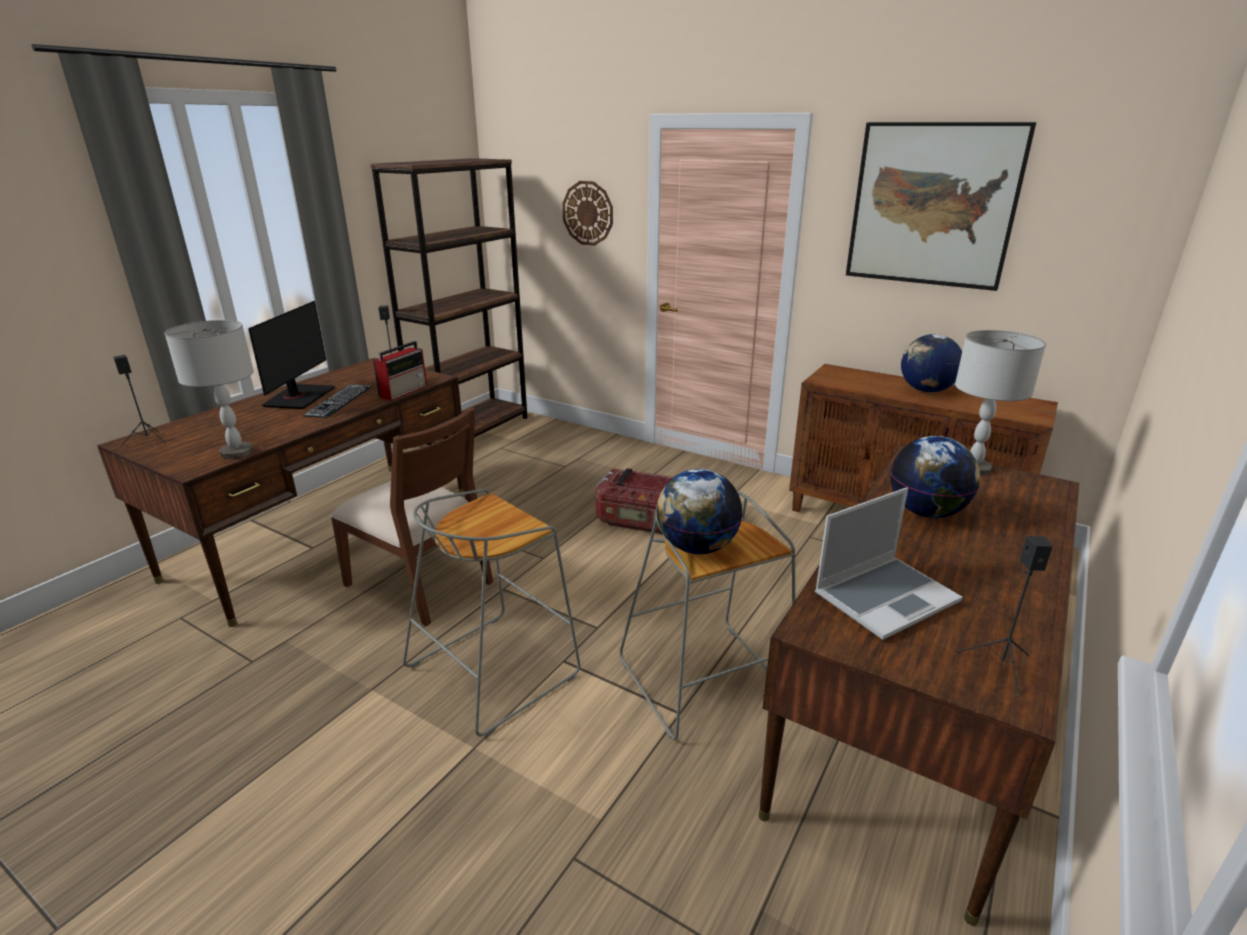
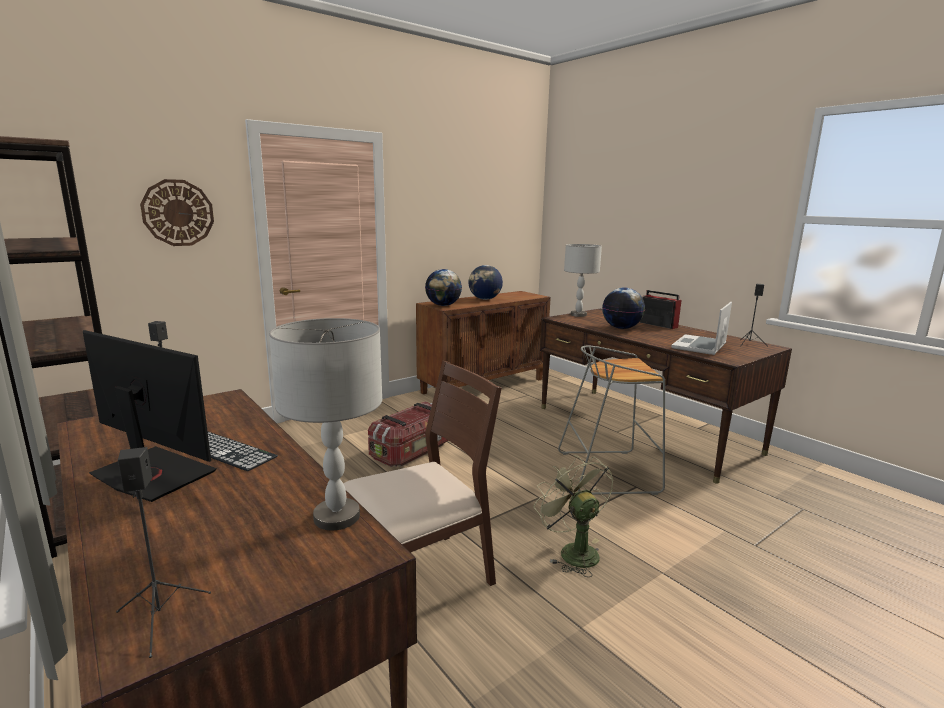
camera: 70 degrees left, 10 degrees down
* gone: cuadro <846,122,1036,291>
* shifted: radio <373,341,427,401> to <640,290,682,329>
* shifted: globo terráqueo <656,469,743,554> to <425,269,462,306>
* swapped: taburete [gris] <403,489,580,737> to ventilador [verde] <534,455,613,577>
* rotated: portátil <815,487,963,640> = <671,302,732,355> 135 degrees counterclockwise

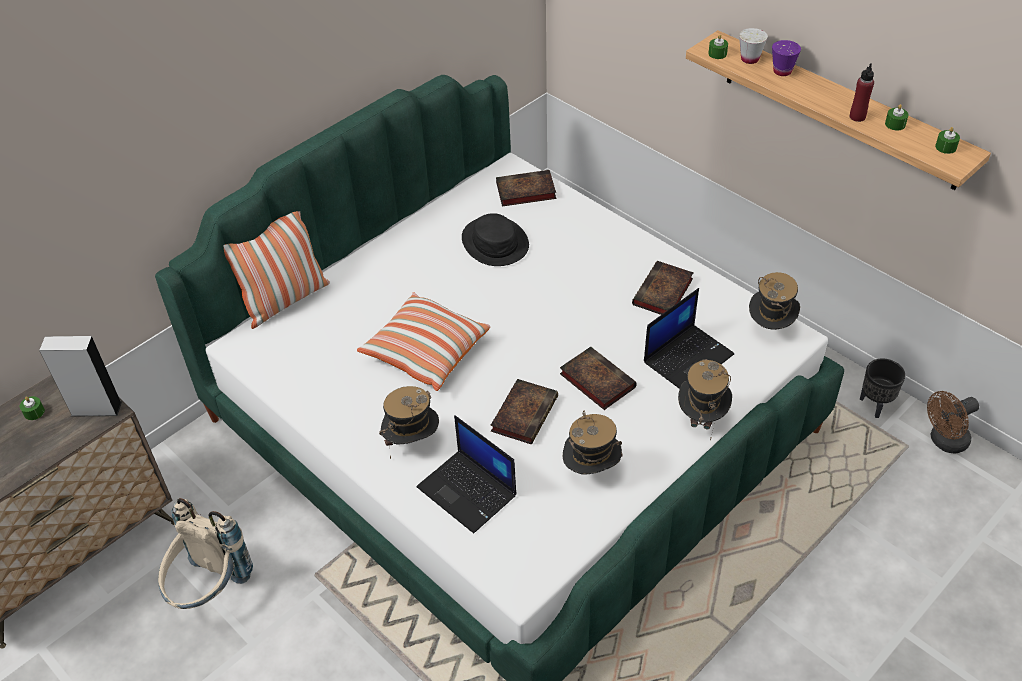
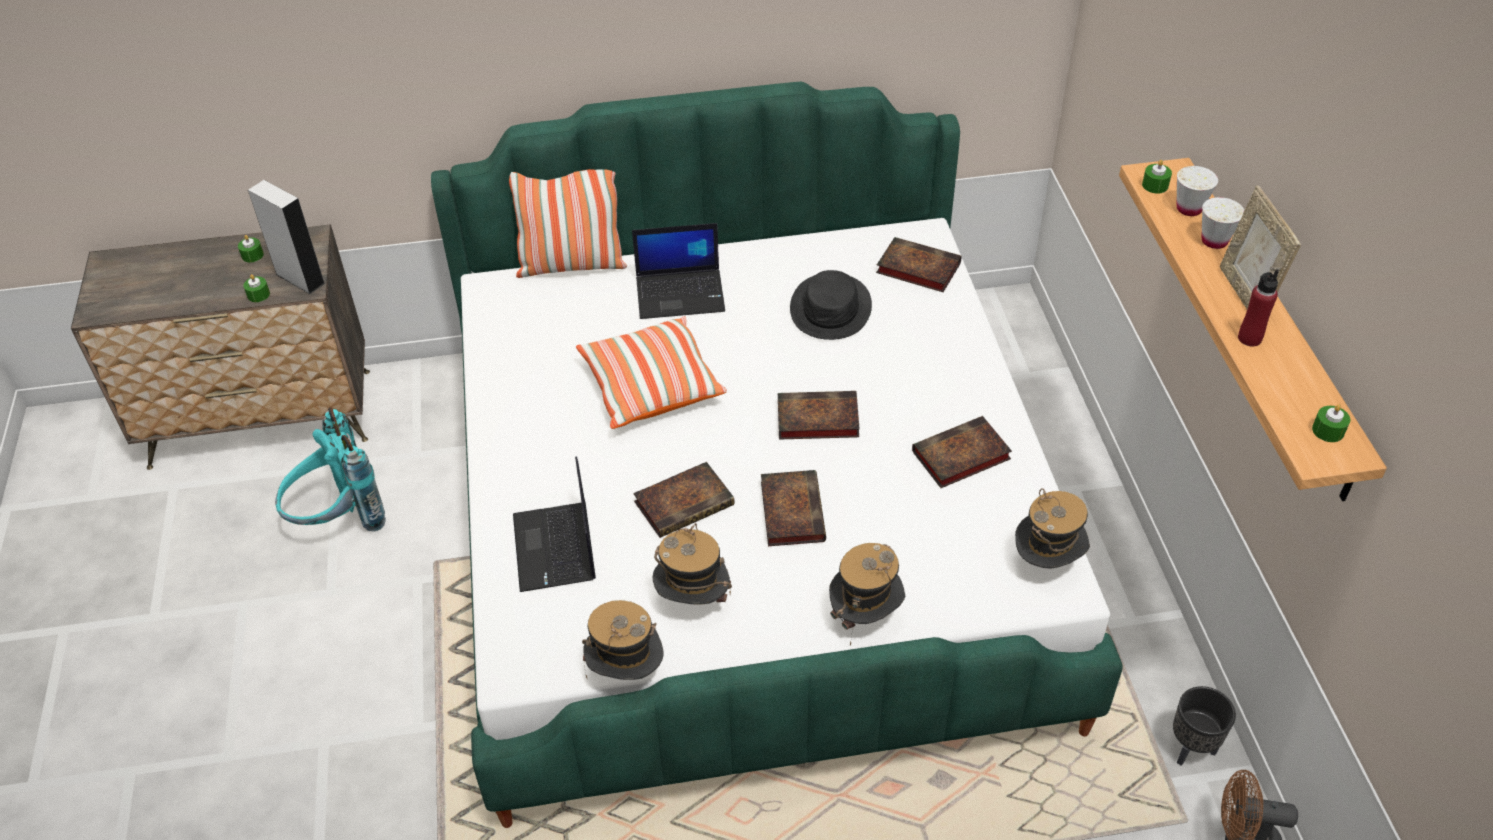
camera: 35 degrees right, 0 degrees up
* new: libro <778,391,860,440>
* new: portarretratos <1220,186,1301,309>
* shifted: sombrero <379,386,439,459> to <582,600,664,680>
* shifted: portátil <644,288,734,389> to <632,223,725,319>
* shifted: vela [verde] <885,104,909,131> to <243,274,270,302>
* repainted: mochila [beis] <158,498,253,609> to mochila [turquesa] <275,407,386,532>
* repainted: taza [morado] <772,40,801,76> to taza [blanco] <1202,197,1245,249>

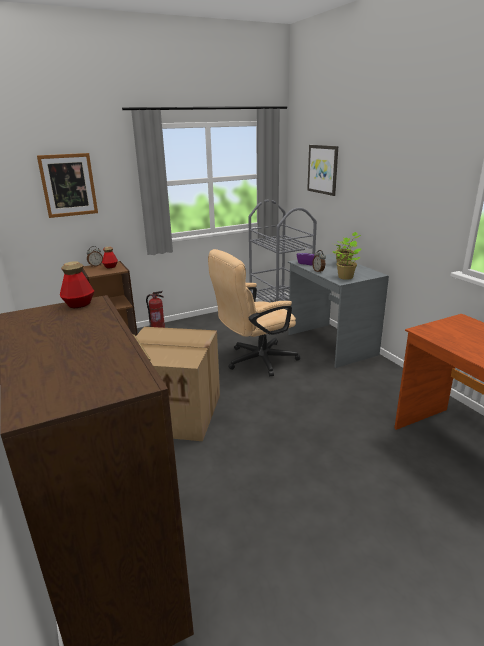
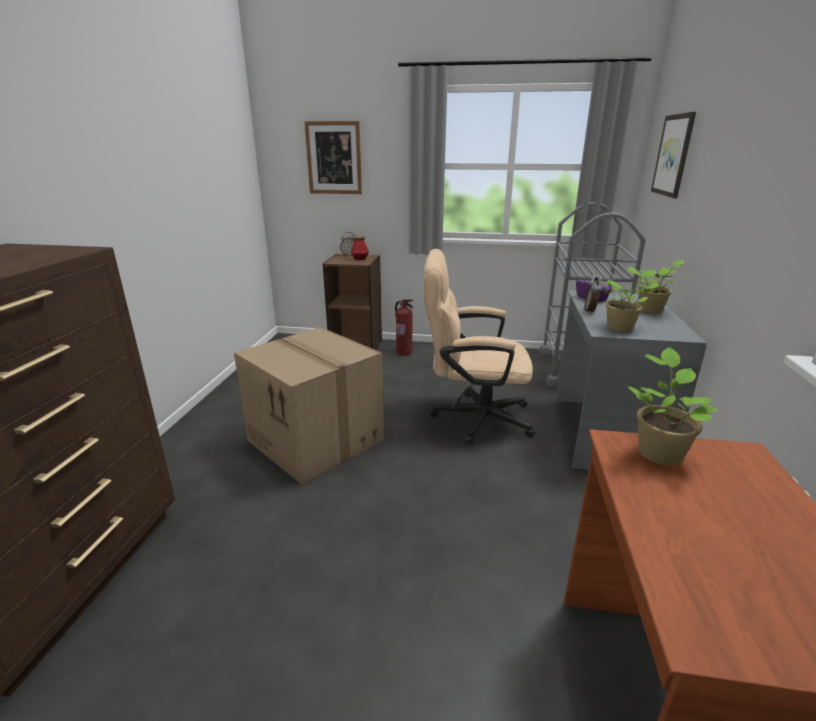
camera: 35 degrees right, 0 degrees up
* gone: botella <60,261,94,308>
* new: planta en maceta <628,347,718,465>

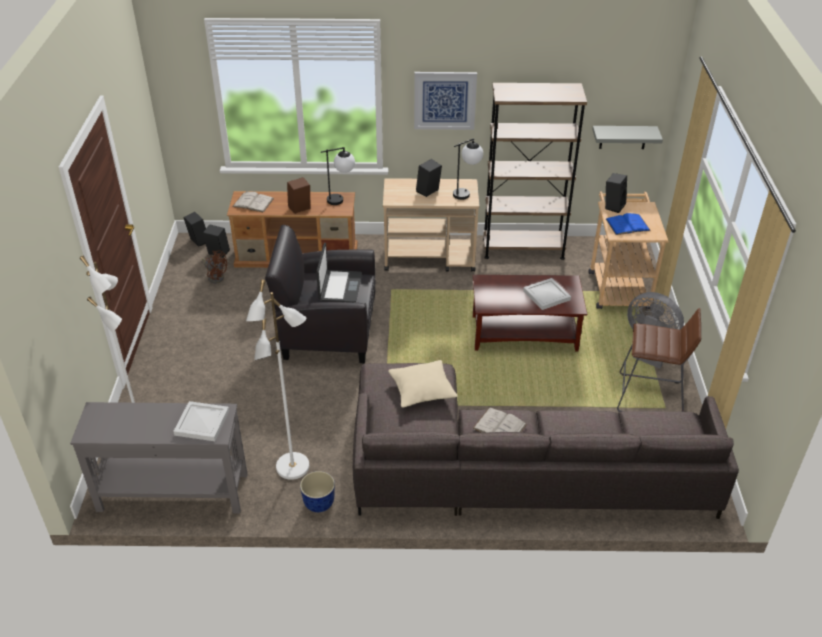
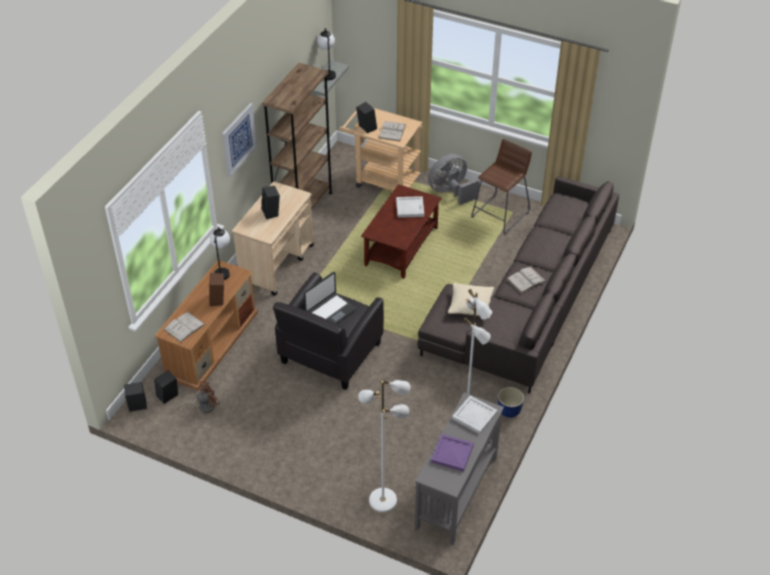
camera: 65 degrees left, 5 degrees up
* new: bandeja [morado] <431,434,474,472>
* shifted: lámpara de mesa <453,138,483,200> to <317,28,336,80>
* repainted: libro [azul] <606,213,651,235> to libro [blanco] <379,121,406,142>
* rotated: portátil <316,243,362,302> = <304,272,357,324> 105 degrees clockwise

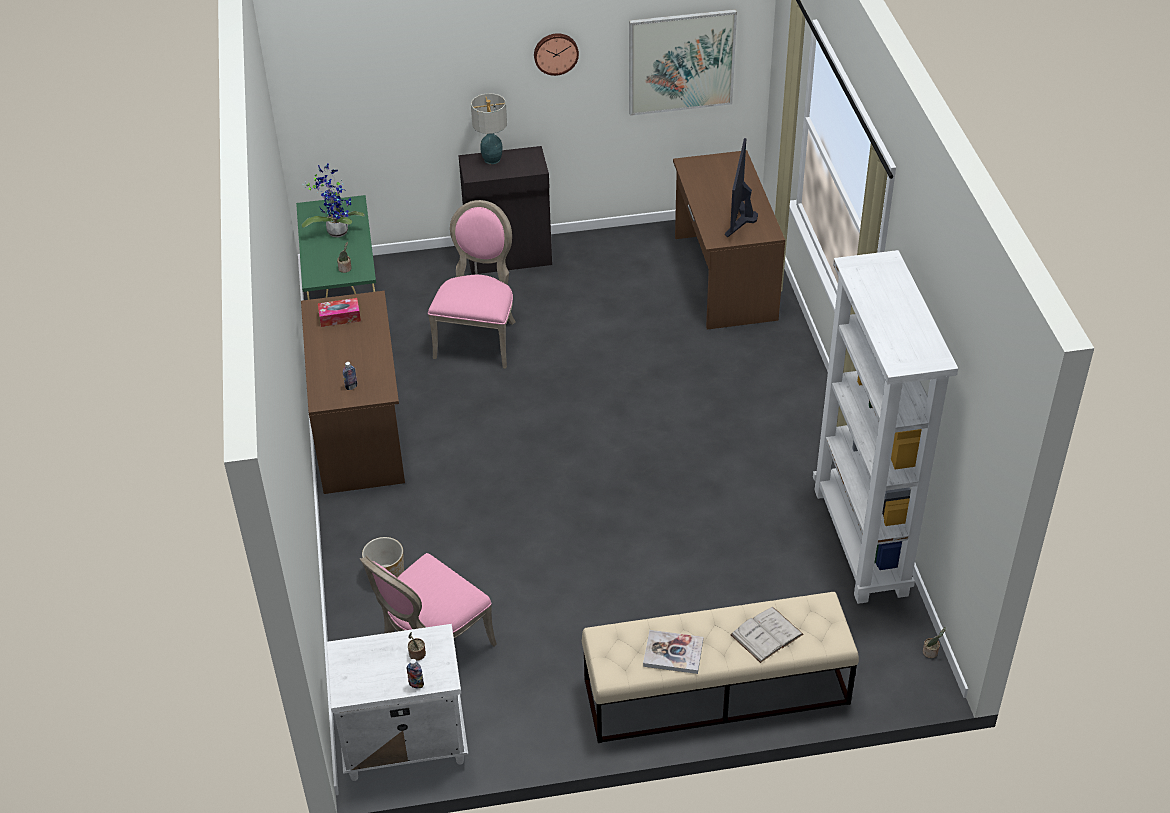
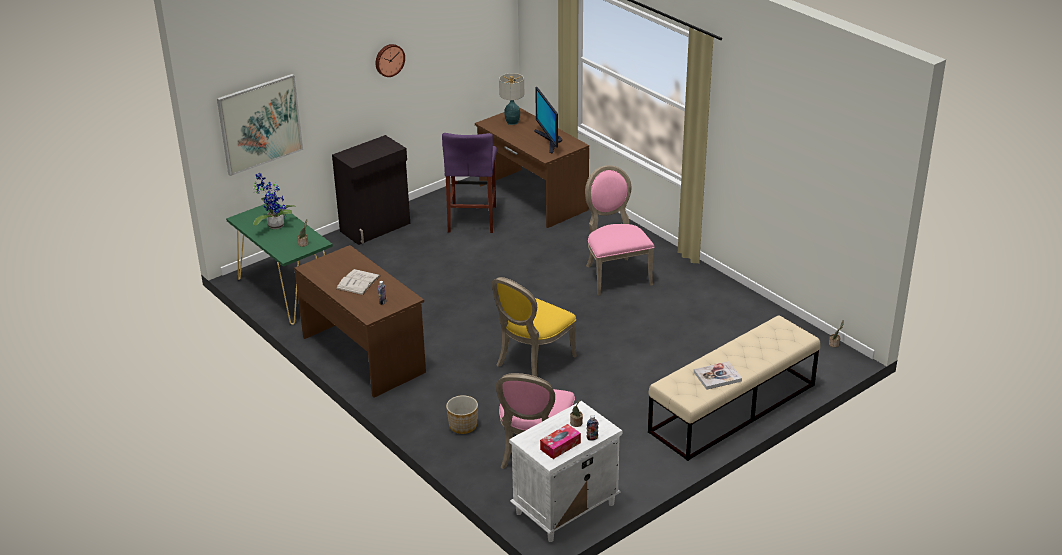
camera: 30 degrees left, 10 degrees down
* gone: estantería [blanco] <813,250,958,604>
* new: taburete [morado] <442,133,497,233>
* new: silla [amarillo] <492,277,577,377>
* shifted: caja de pañuelos <318,298,361,327> to <540,424,581,459>
* shifted: silla [rosa] <428,200,516,369> to <585,165,655,296>
* shifted: lámpara de mesa <471,93,507,164> to <499,73,524,125>
* shifted: cuadro <629,9,737,116> to <217,74,303,176>
* shifted: libro [blanco] <730,607,803,663> to <336,269,381,295>

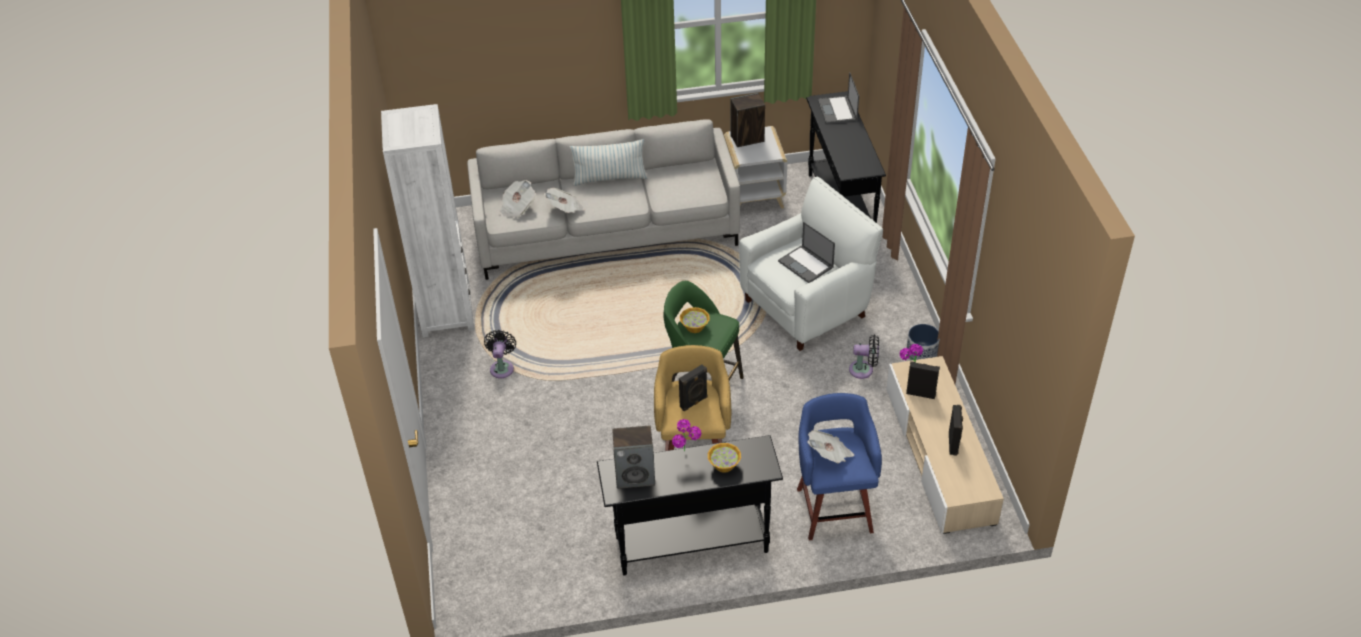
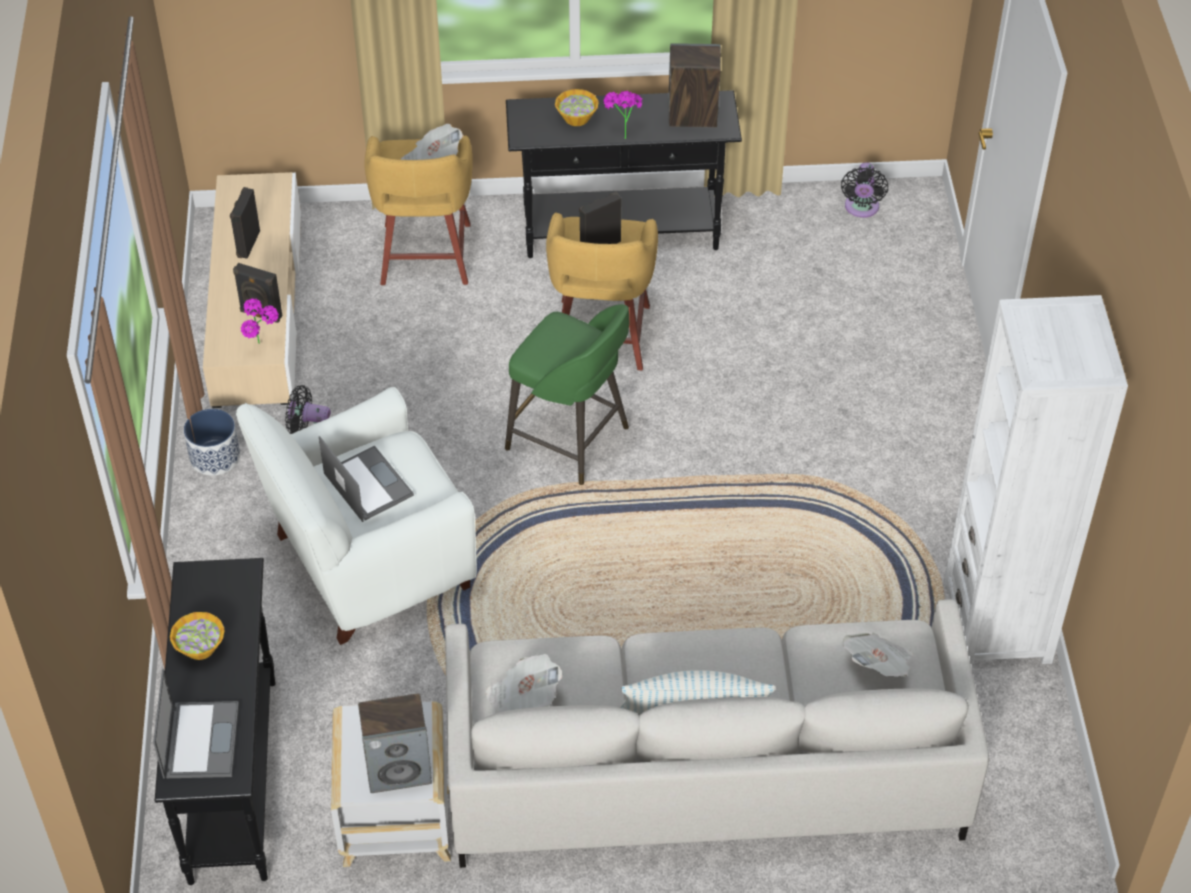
camera: 175 degrees left, 5 degrees up
* shifted: ventilador [negro] <484,330,516,378> to <841,162,888,218>
* shifted: periódico <544,188,585,213> to <485,654,562,713>
* shifted: cuenco <680,307,710,333> to <170,612,225,660>
* repainted: taburete [azul] <797,393,882,541> to taburete [amarillo] <364,135,473,285>

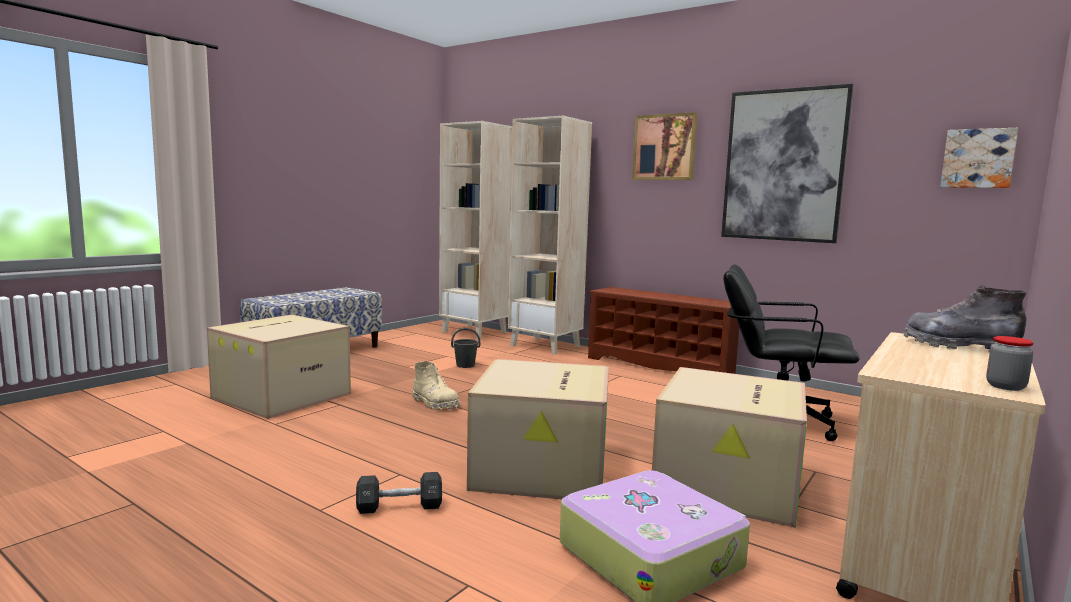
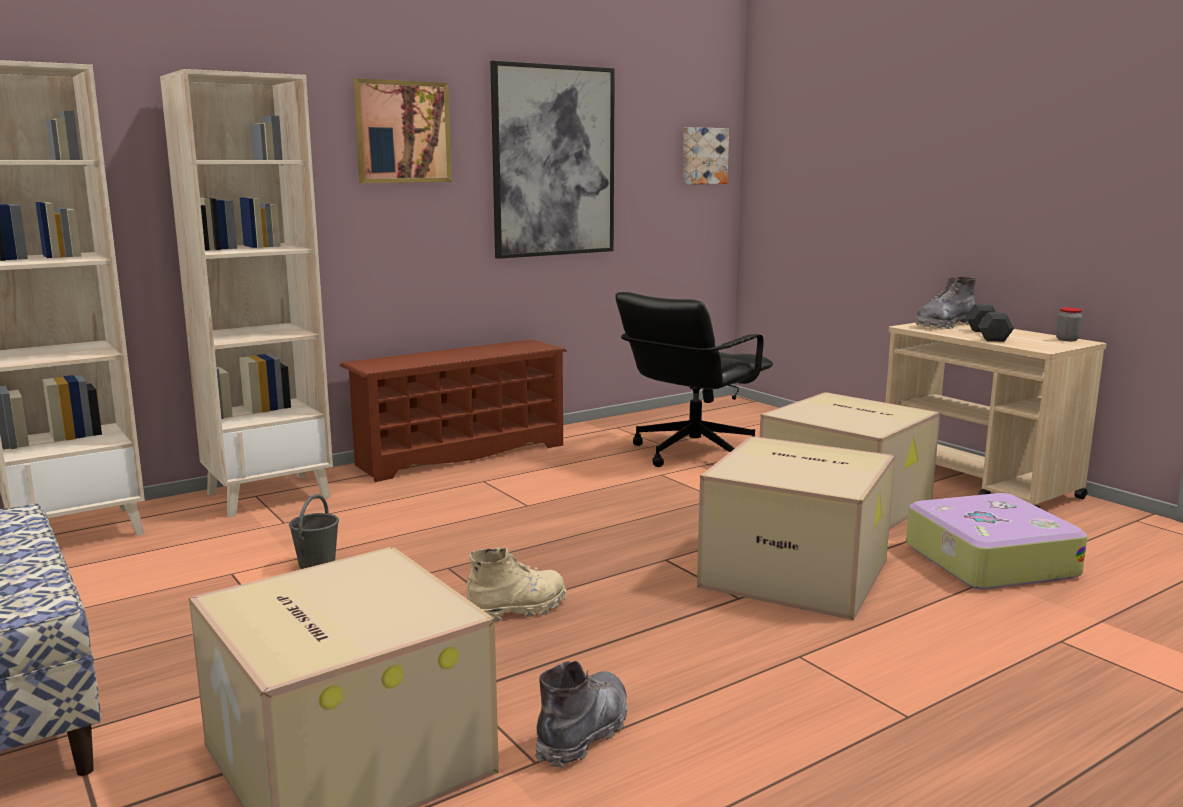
camera: 70 degrees left, 5 degrees up
* new: bota [gris] <535,661,628,768>
* shifted: mancuerna [negro] <356,472,442,514> to <966,304,1014,342>

